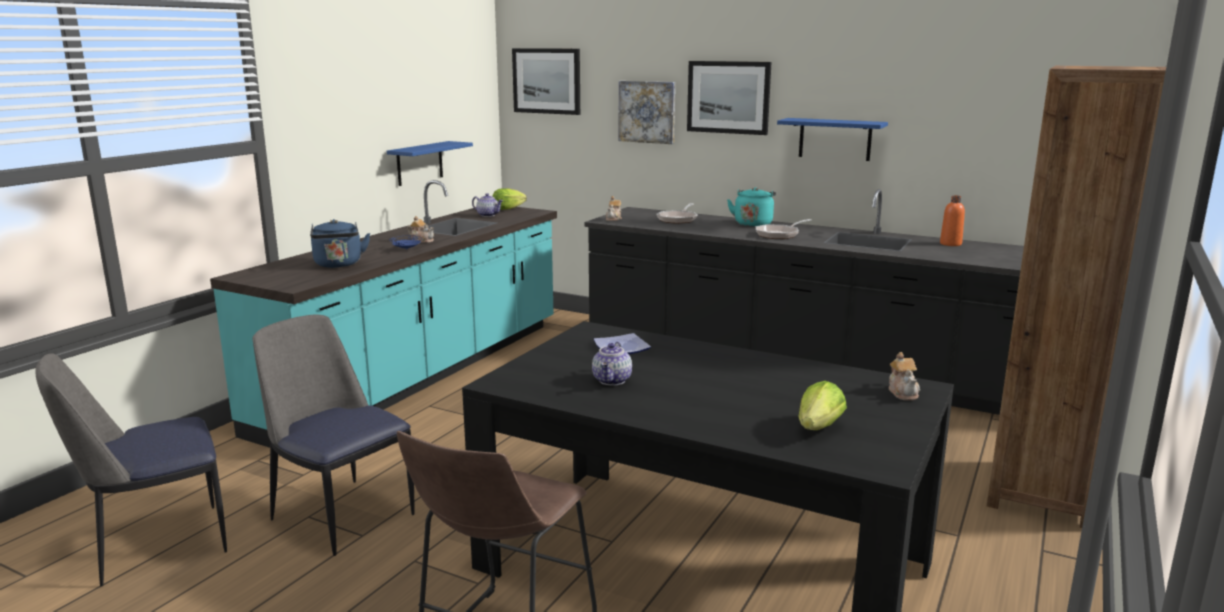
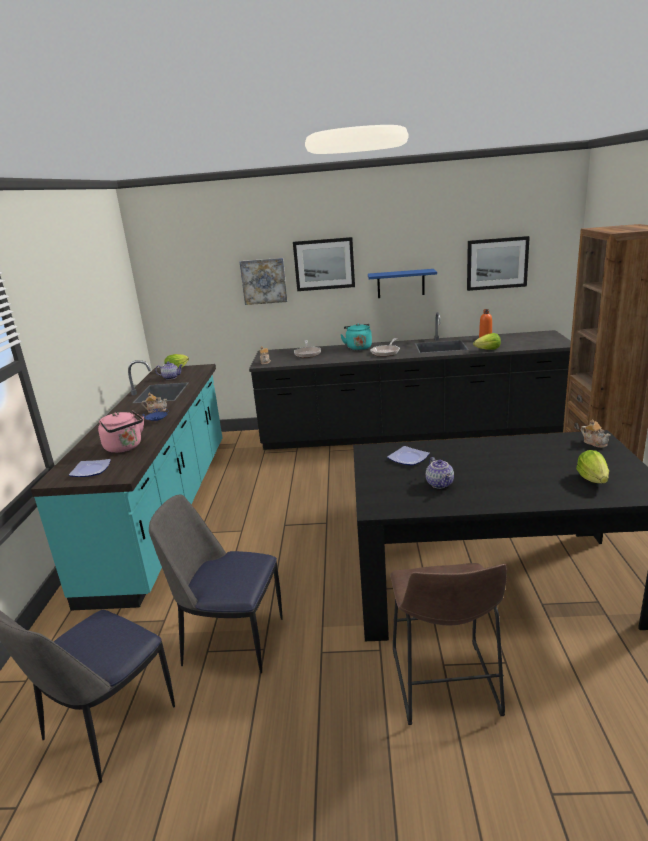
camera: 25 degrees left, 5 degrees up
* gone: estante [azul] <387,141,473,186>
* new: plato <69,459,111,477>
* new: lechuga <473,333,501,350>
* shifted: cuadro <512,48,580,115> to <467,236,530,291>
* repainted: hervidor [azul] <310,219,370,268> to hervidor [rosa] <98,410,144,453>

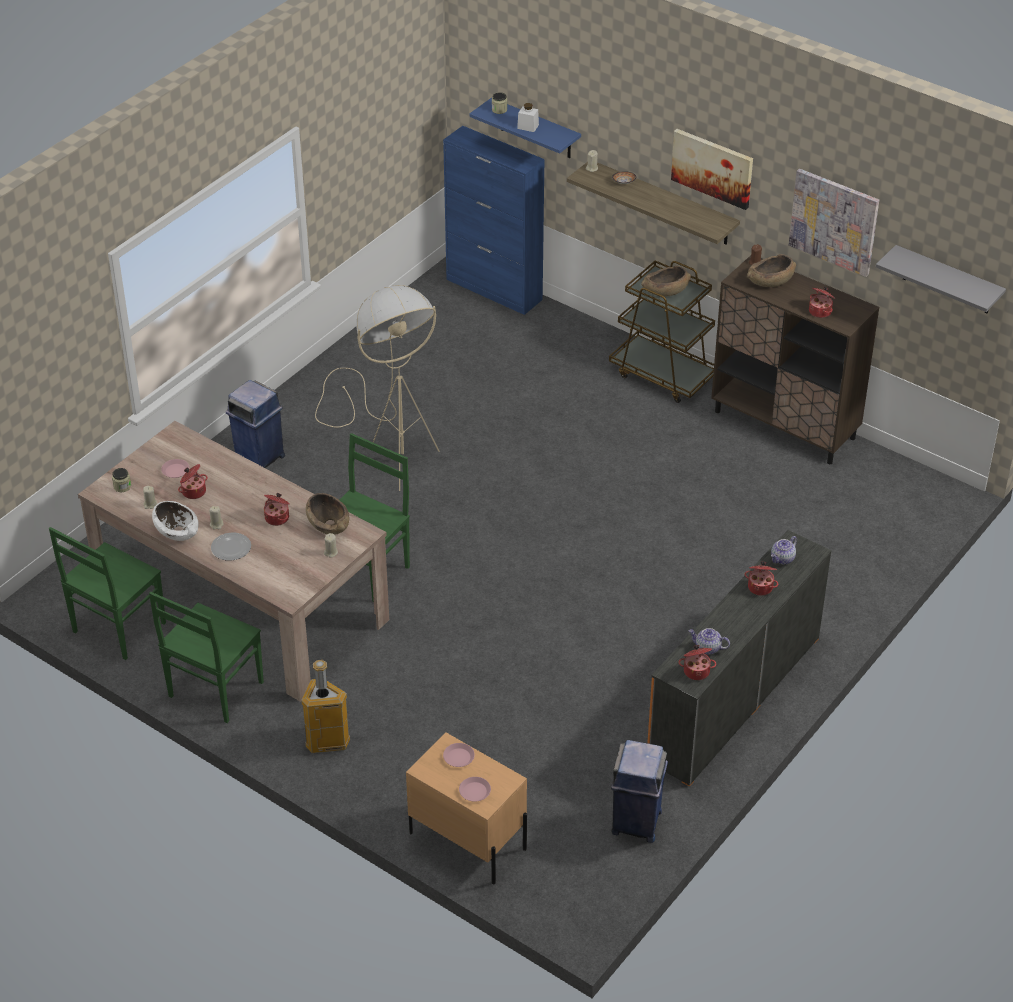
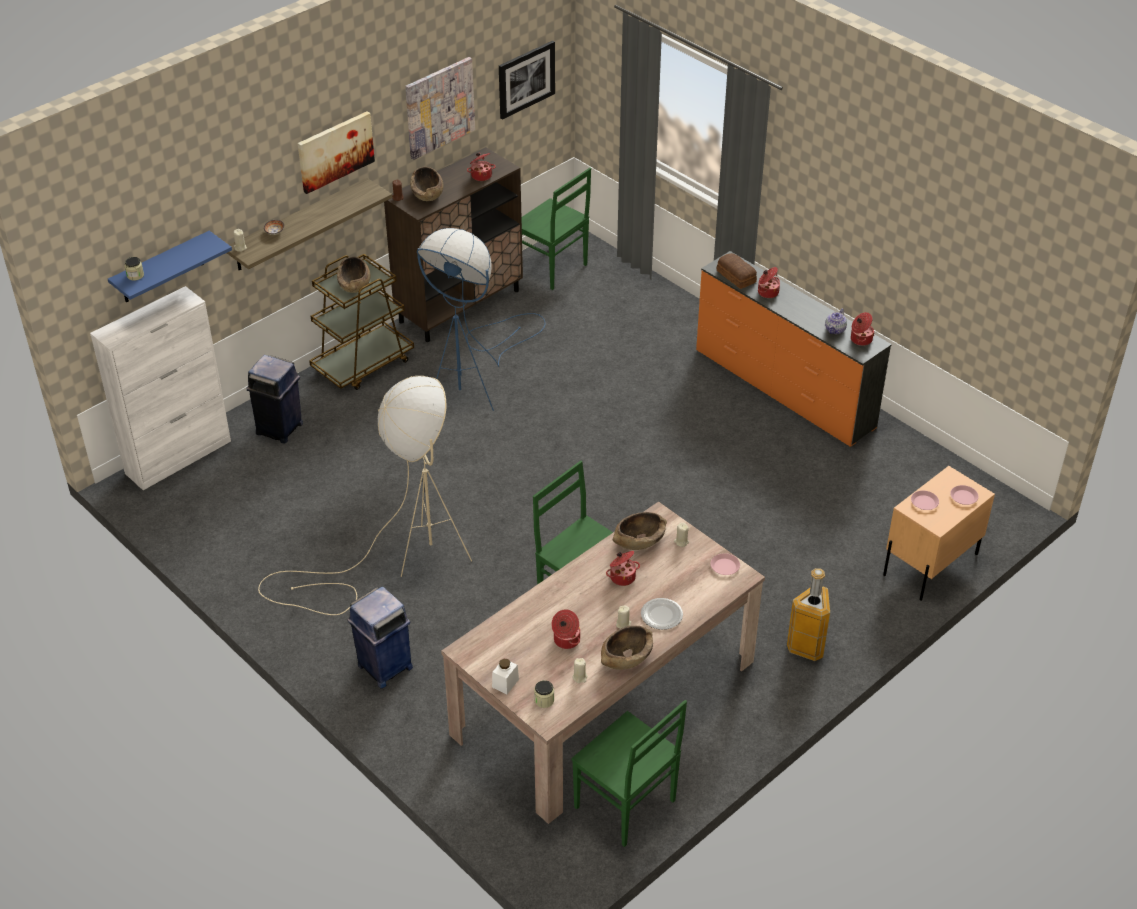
camera: 80 degrees left, 0 degrees up
* new: lámpara de pie [azul] <417,228,545,411>
* shifted: silla [verde] <149,592,264,723> to <521,168,591,290>
* shifted: plato [rosa] <161,459,190,478> to <710,553,740,575>
* shifted: tarro [blanco] <517,103,539,132> to <492,658,519,694>
* shifted: papelera [azul] <611,740,668,843> to <246,355,303,444>
* swapped: tetera <771,536,797,565> to pan <716,253,757,289>
* swapped: estante [gris] <876,245,1006,314> to cuadro <499,41,555,120>
* repainted: cuenco [blanco] <152,501,199,541> to cuenco [marrón] <601,626,653,670>
* repainted: armario [azul] <443,126,545,315> to armario [blanco] <90,286,231,490>

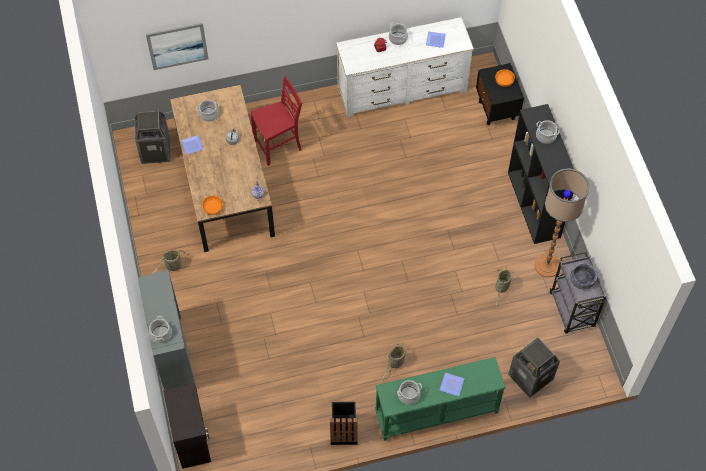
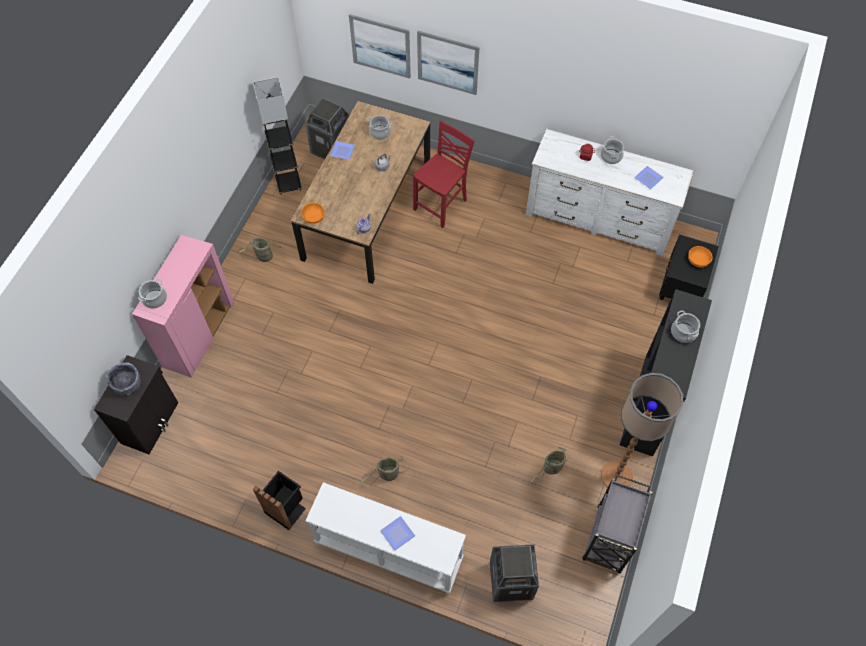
camera: 35 degrees right, 0 degrees up
* gone: olla <397,380,422,405>
* new: lámpara de pie [gris] <253,77,302,195>
* new: cuadro <417,31,479,95>
* shifted: cuenco [gris] <570,262,598,290> to <106,362,141,395>
* repainted: armario [gris] <138,270,195,390> to armario [rosa] <132,235,234,378>
* repainted: mesa consola [verde] <375,357,506,441> to mesa consola [blanco] <306,482,466,595>
* rotated: silla [rojo] <251,76,302,166> = <413,120,475,228> 60 degrees counterclockwise

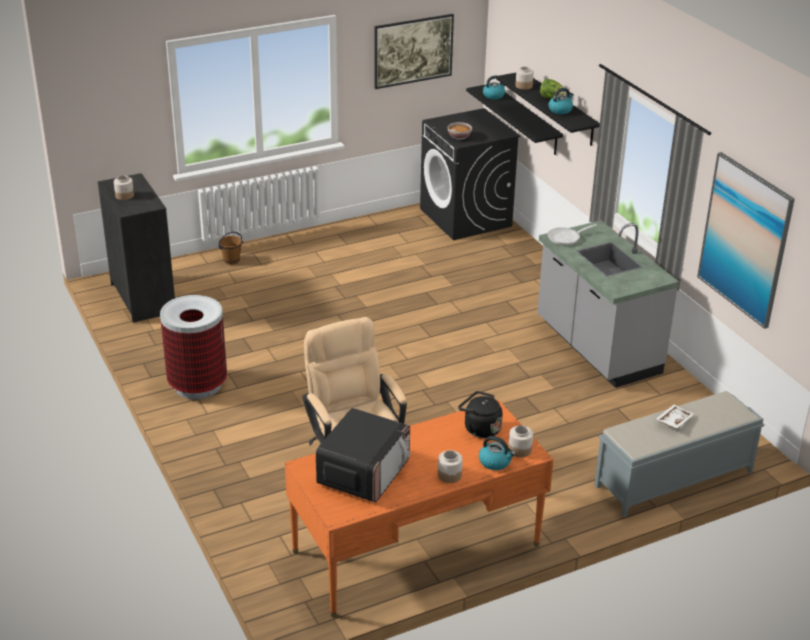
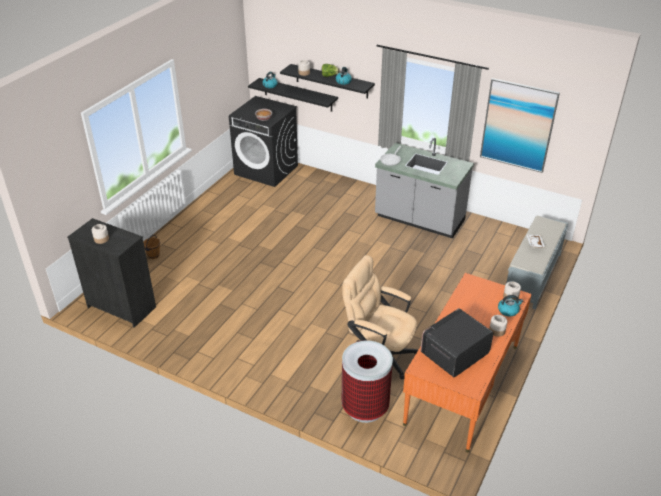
camera: 35 degrees left, 5 degrees up
* gone: cuadro <374,14,454,89>
* gone: hervidor [negro] <458,391,503,438>
* shifted: papelera <160,295,227,399> to <342,340,393,423>
* rotated: microondas <316,408,410,502> = <421,308,493,377> 120 degrees counterclockwise

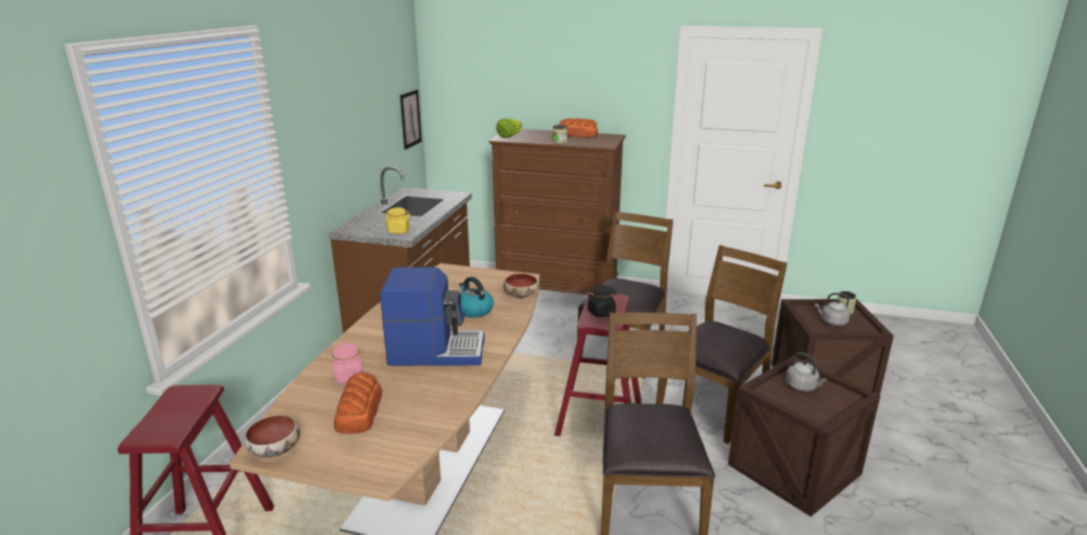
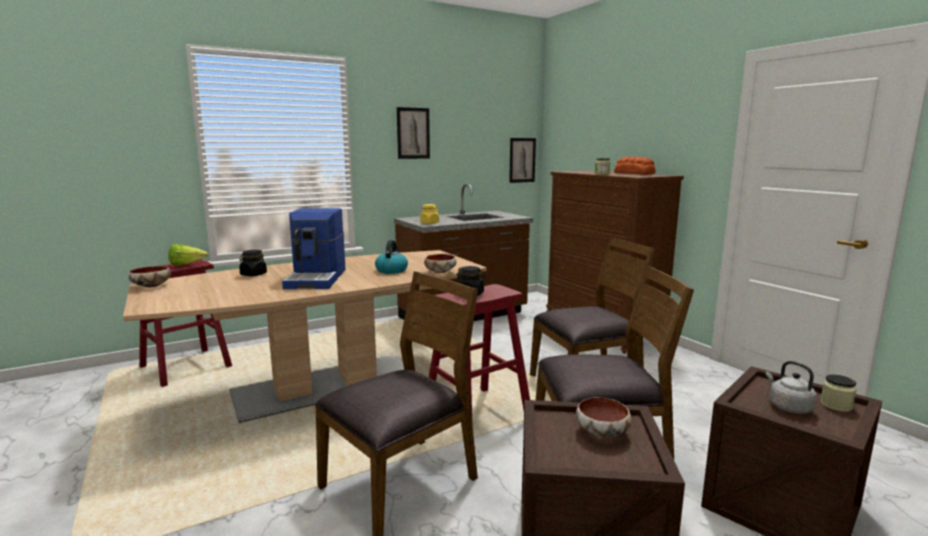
camera: 45 degrees right, 10 degrees down
* gone: pan <334,372,382,434>
* new: cuadro <397,107,430,159>
* shifted: lechuga <496,118,522,138> to <168,244,208,266>
* swapped: hervidor [gris] <786,352,827,392> to cuenco <576,397,632,437>
* repainted: tarro [rosa] <333,342,363,384> to tarro [negro] <239,250,267,276>
* rotated: cafetera <380,267,485,366> = <282,208,346,289> 45 degrees clockwise

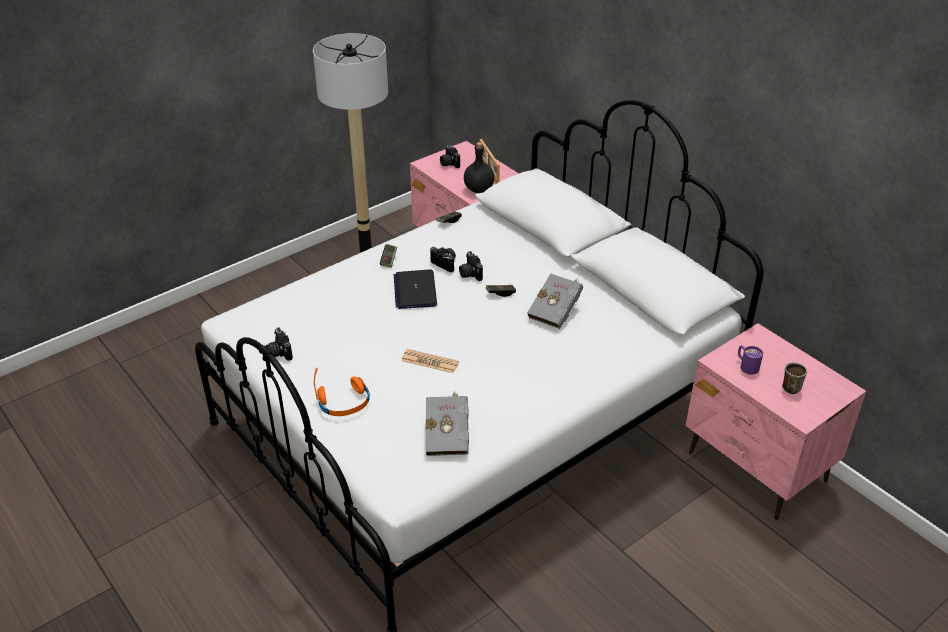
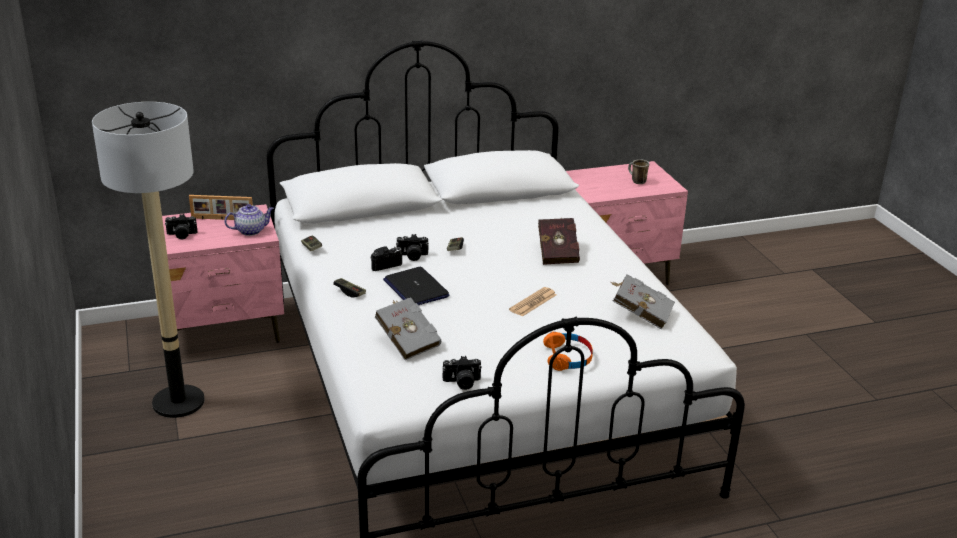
camera: 70 degrees left, 10 degrees down
* gone: taza grande [morado] <738,345,763,375>
* new: libro [rojo] <538,218,580,265>
* shifted: libro [gris] <527,273,583,329> to <375,297,441,360>
* swapped: botella [negro] <464,142,494,193> to tetera <224,204,274,236>
* rotated: portátil <394,269,437,309> = <383,267,449,305> 45 degrees clockwise

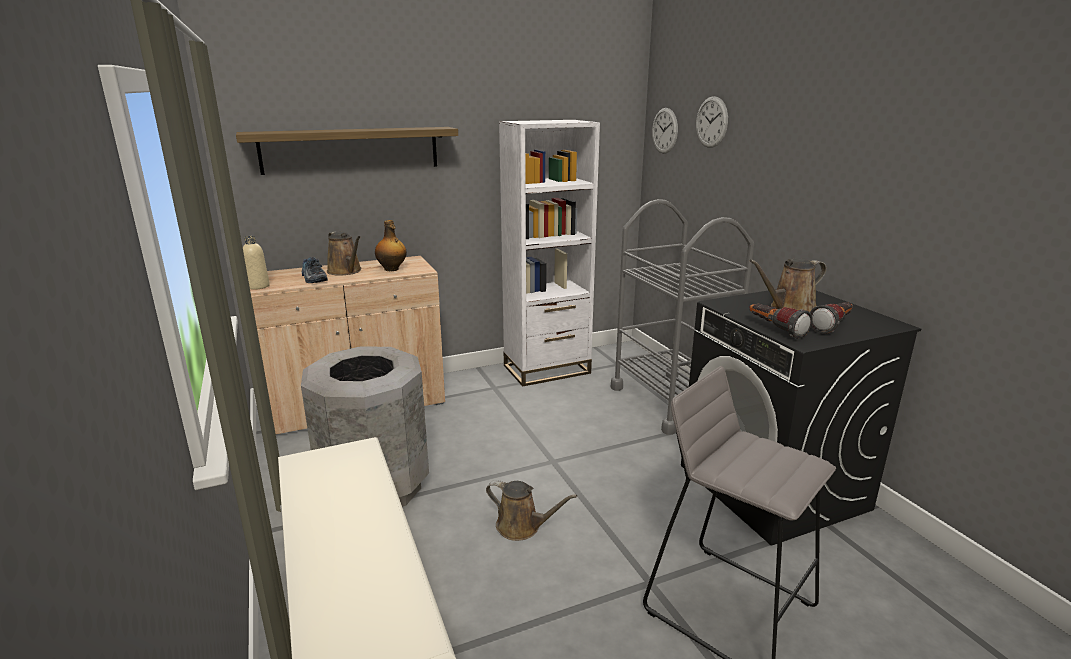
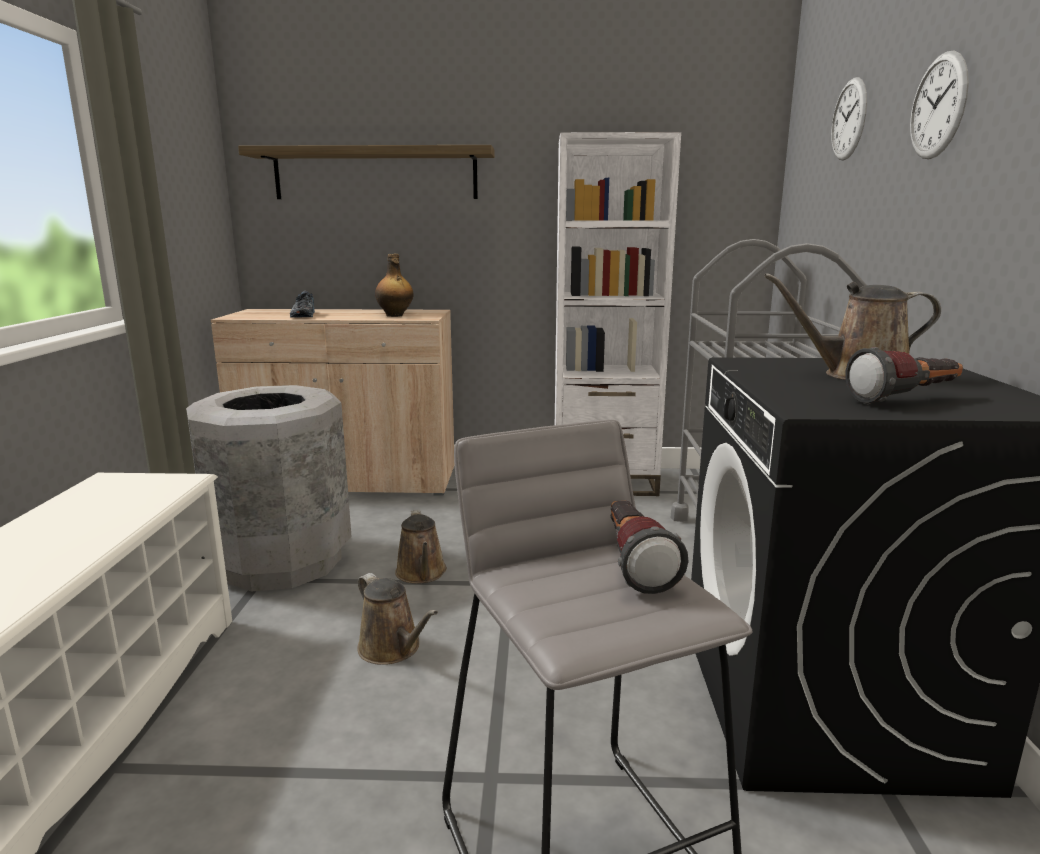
camera: 25 degrees right, 5 degrees down
* gone: botella [beis] <243,236,270,290>
* shifted: regadera [marrón] <327,232,361,276> to <395,510,447,584>
* shifted: reloj de pared <652,108,678,154> to <910,51,969,159>
* shifted: linterna <749,303,812,339> to <610,501,689,594>

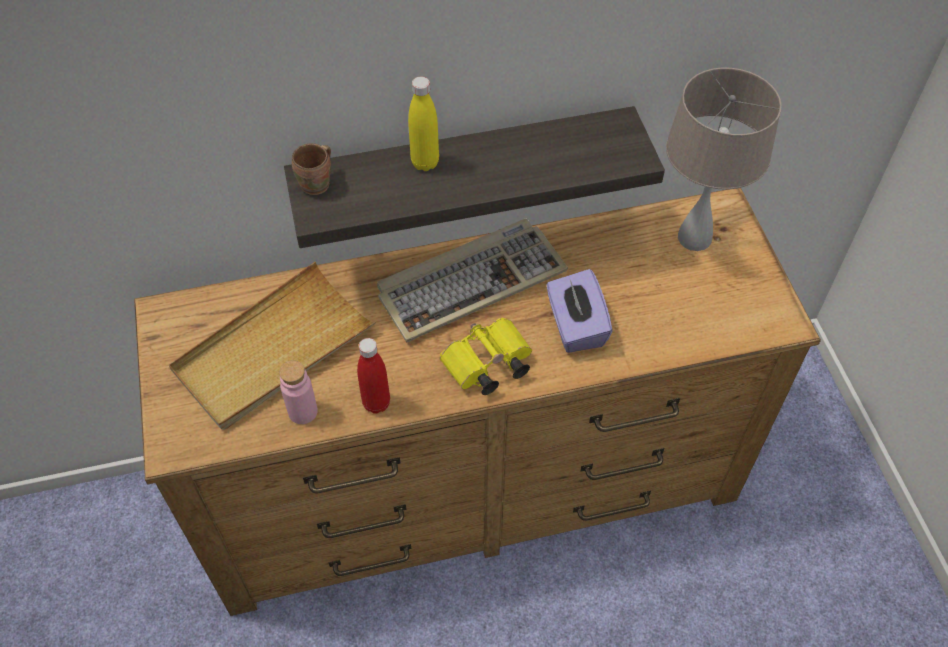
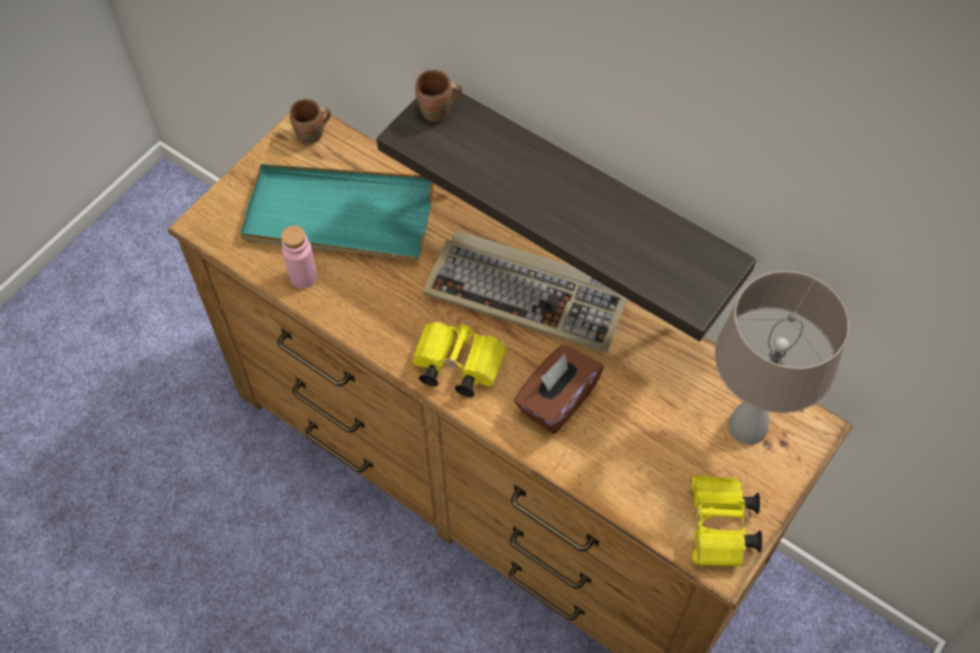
camera: 50 degrees right, 5 degrees up
* gone: botella [rojo] <357,338,390,414>
* gone: botella [amarillo] <408,77,439,171>
* new: taza grande [marrón] <290,99,331,144>
* new: prismáticos [amarillo] <690,475,762,567>
* repainted: bandeja [beis] <169,262,376,430> to bandeja [turquesa] <240,164,434,260>
* repainted: caja de pañuelos [morado] <547,269,613,353> to caja de pañuelos [marrón] <514,345,604,434>

